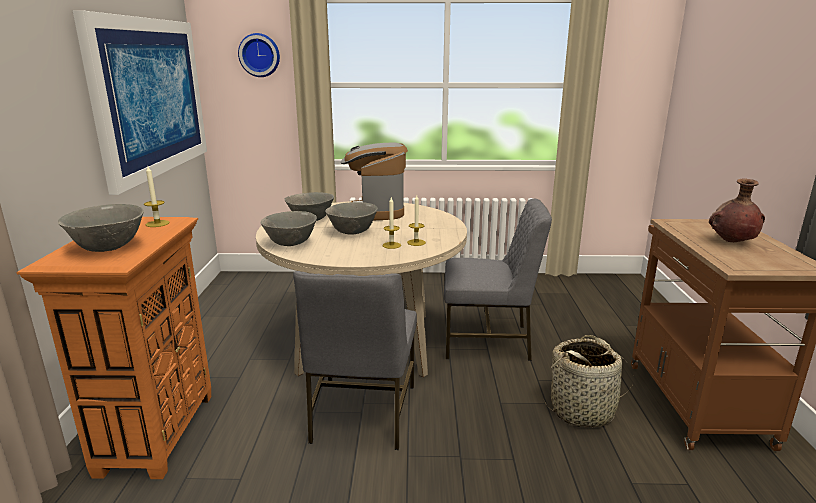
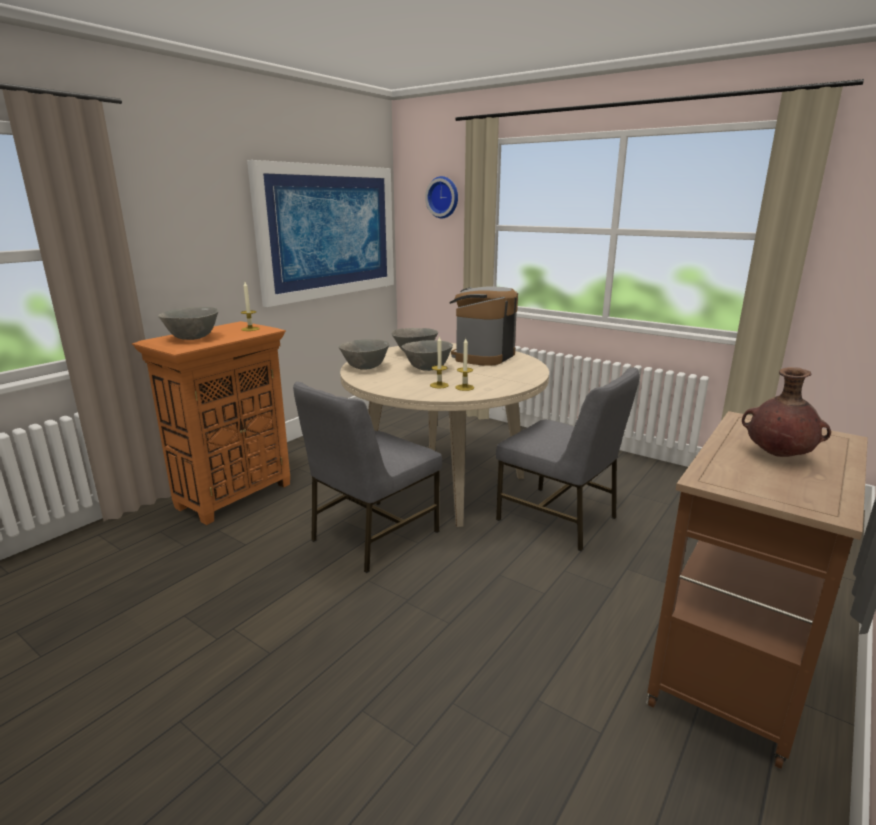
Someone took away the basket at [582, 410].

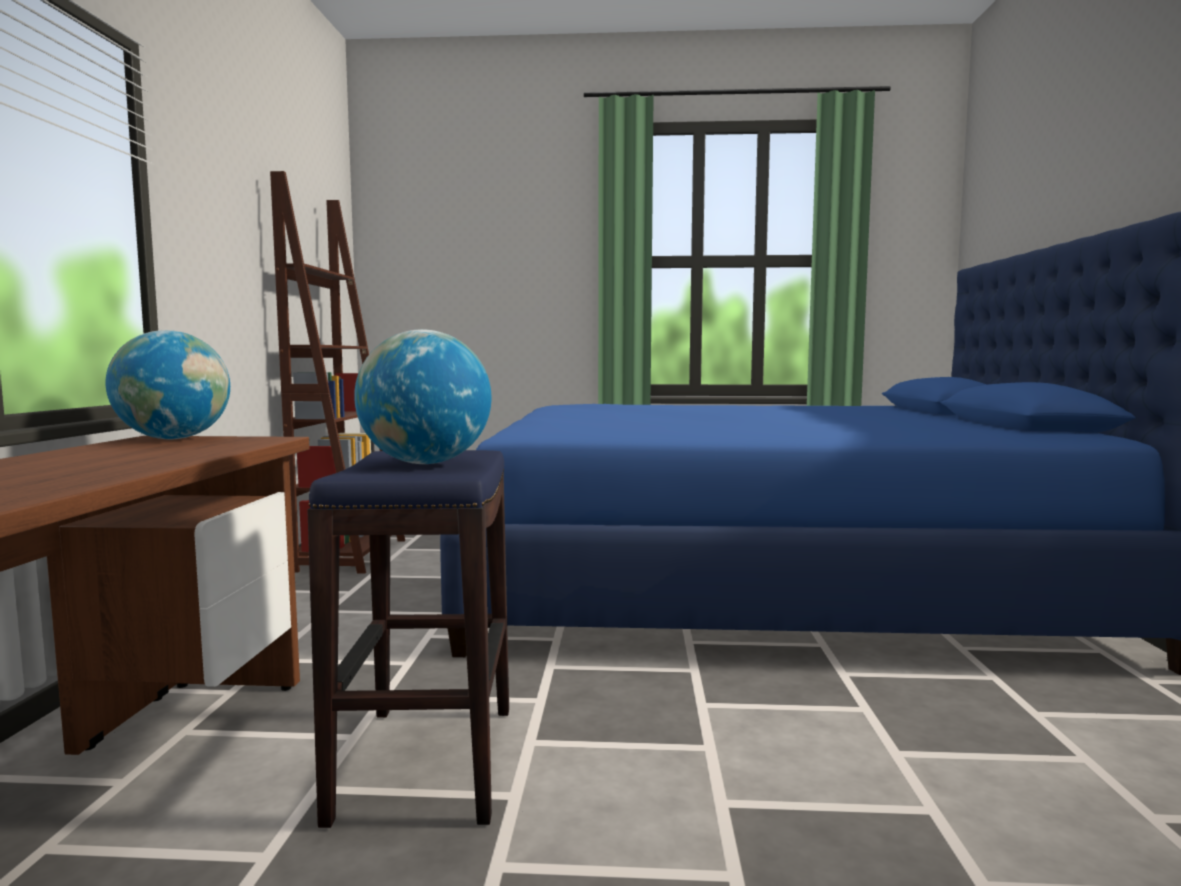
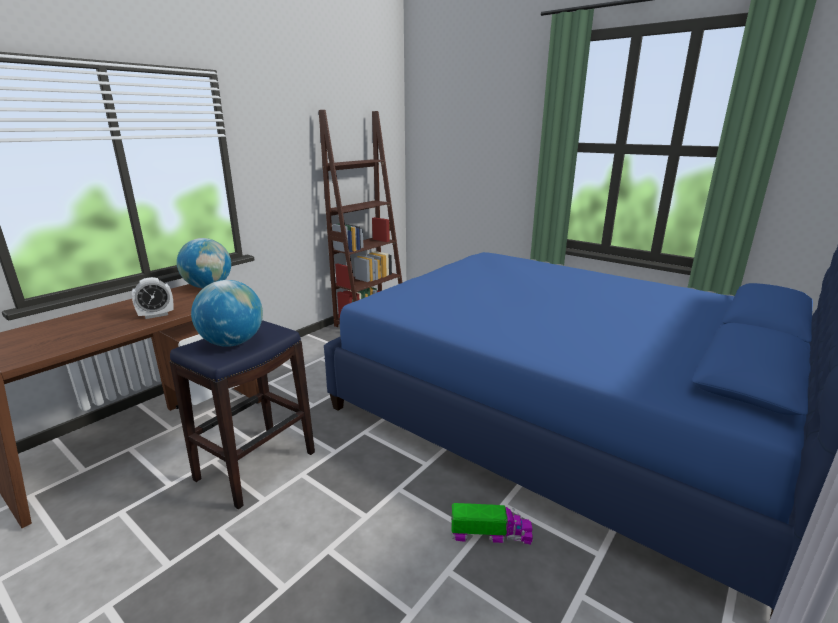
Someone put down the alarm clock at [156, 315].
Someone put down the toy truck at [490, 534].

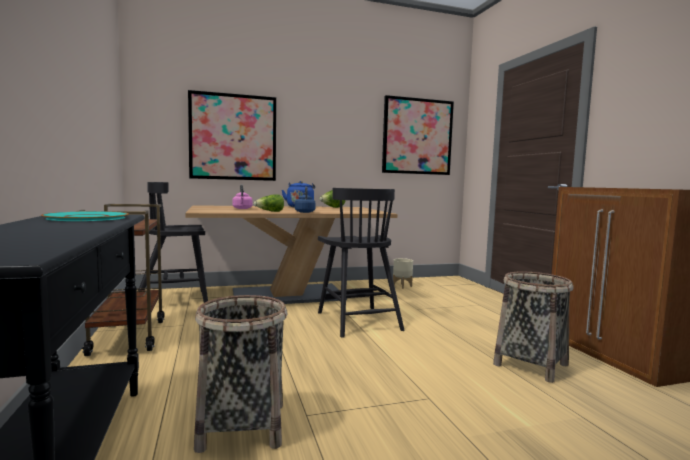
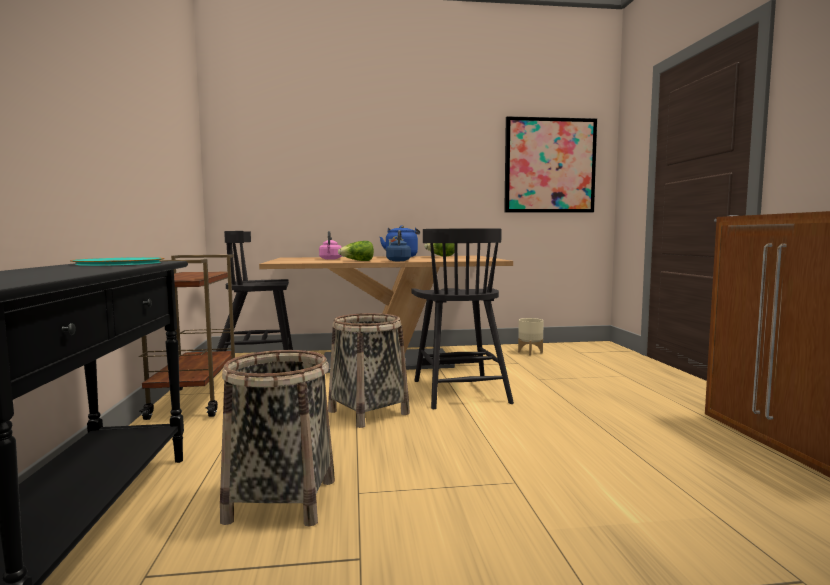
Someone carried the basket from [530, 364] to [368, 412].
Someone took away the picture at [233, 137].

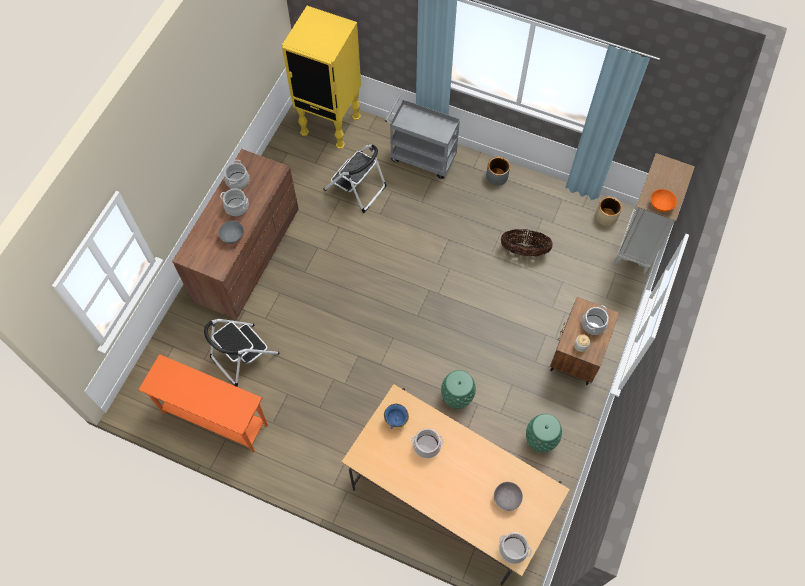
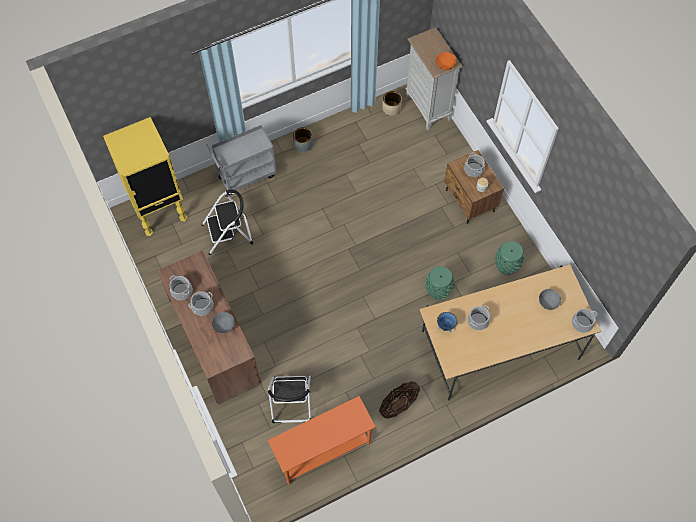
Someone carried the basket from [524, 250] to [398, 404].

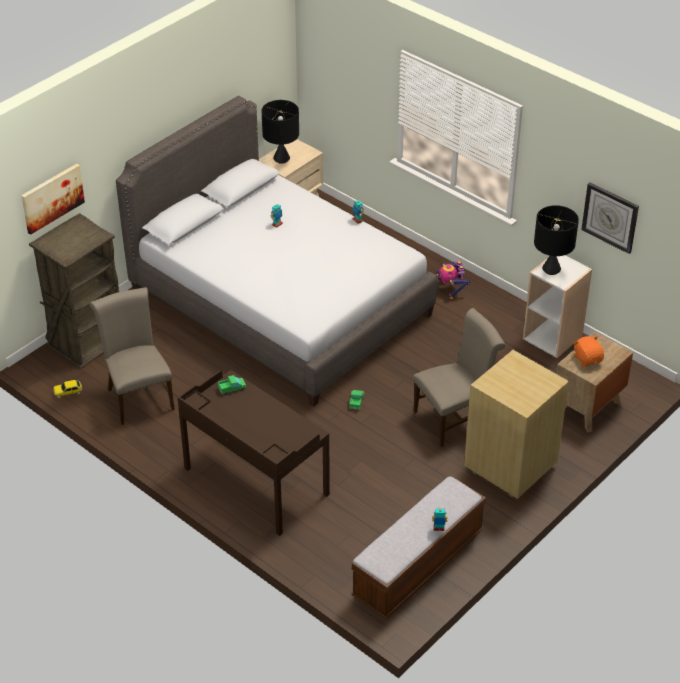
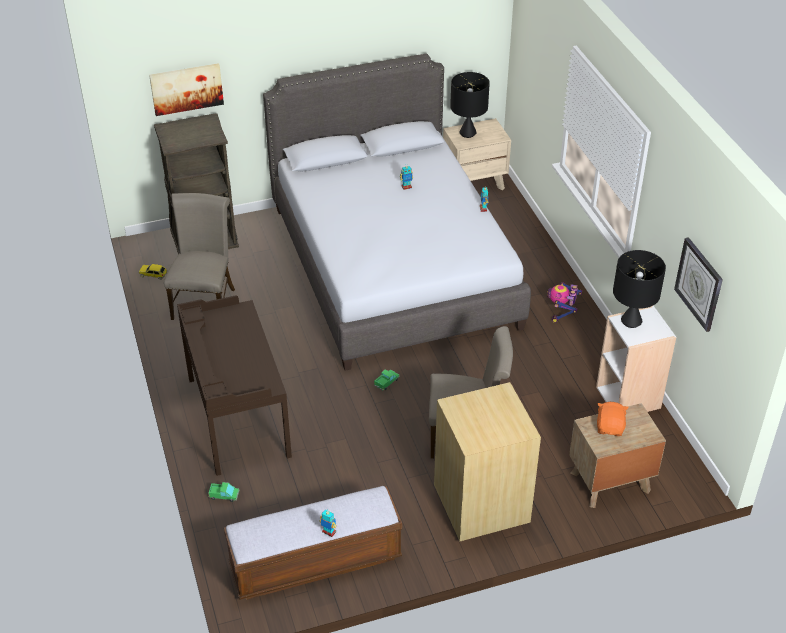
Someone carried the toy truck from [232, 388] to [224, 495].

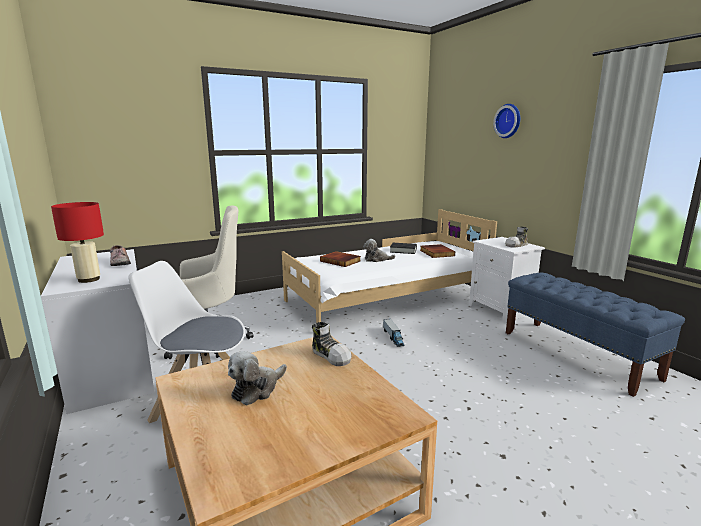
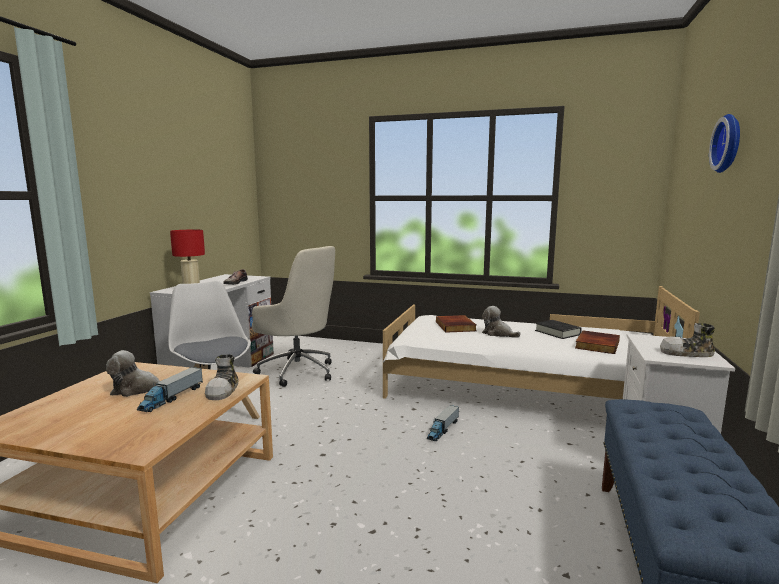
Someone put down the toy truck at [172, 398].

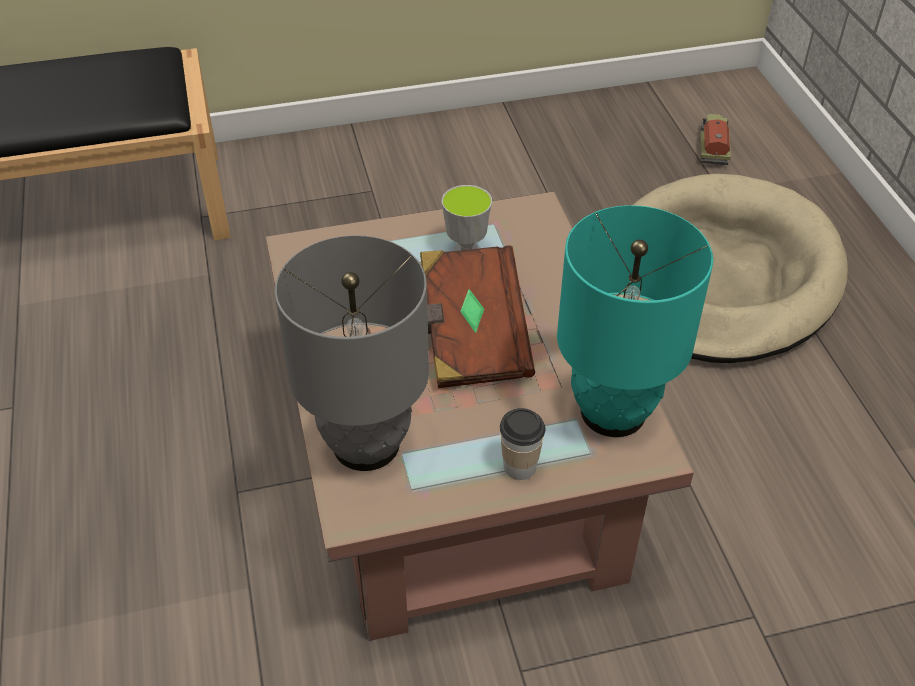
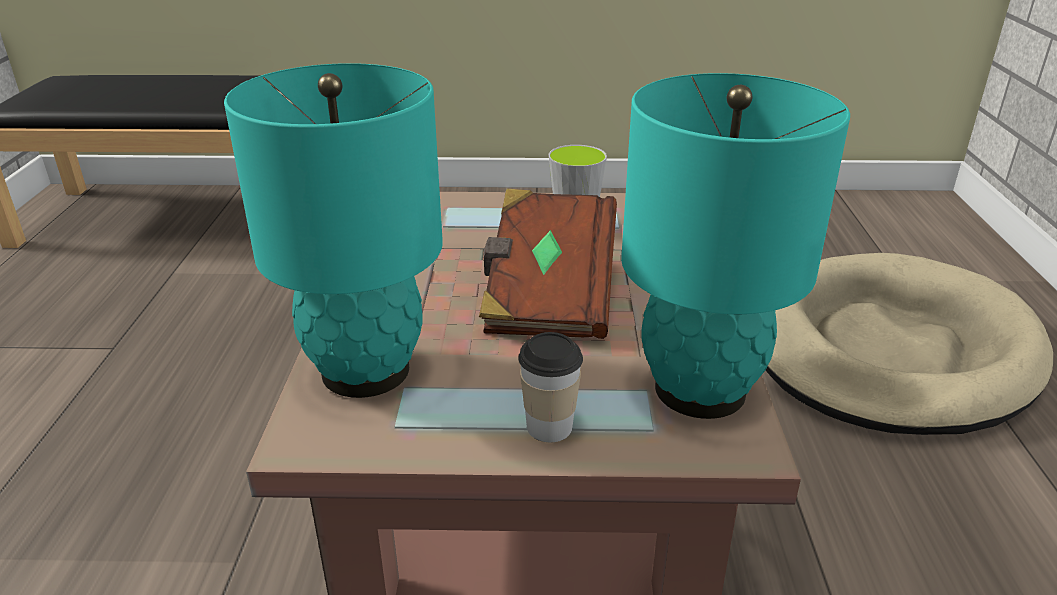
Someone repainted the grey table lamp at [365, 445], which became the turquoise table lamp at [365, 371].
Someone took away the toy truck at [712, 147].

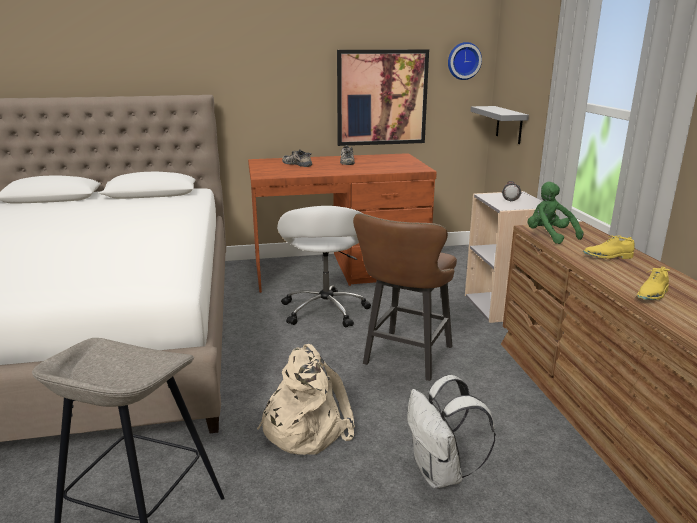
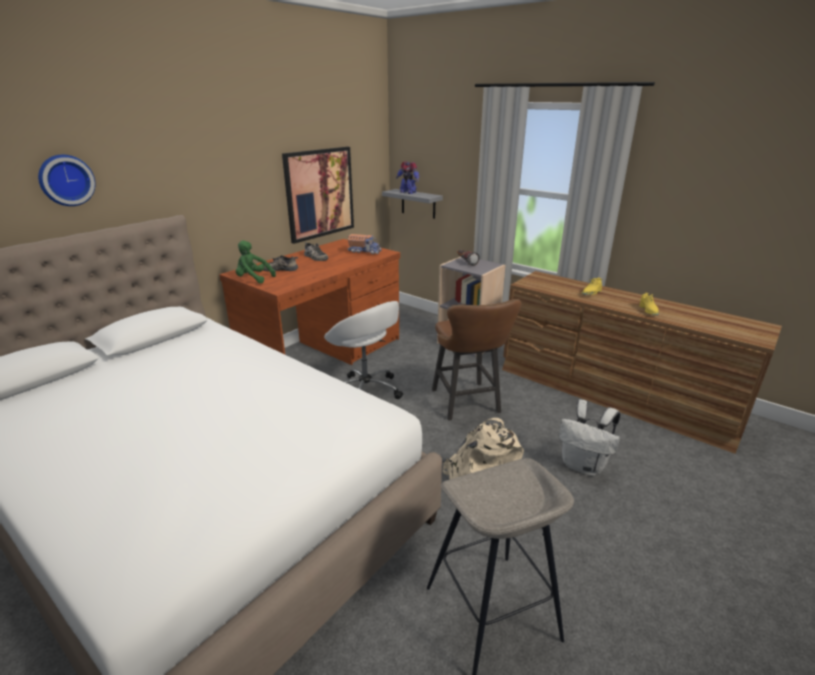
Someone carried the wall clock from [463, 61] to [66, 180].
Someone carried the green plush toy from [549, 236] to [253, 279].
Someone put down the toy truck at [364, 251].
Someone put down the toy robot at [408, 192].

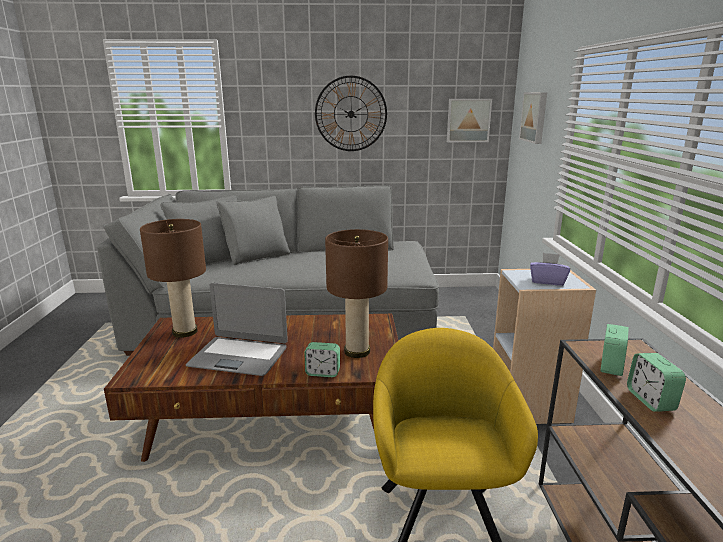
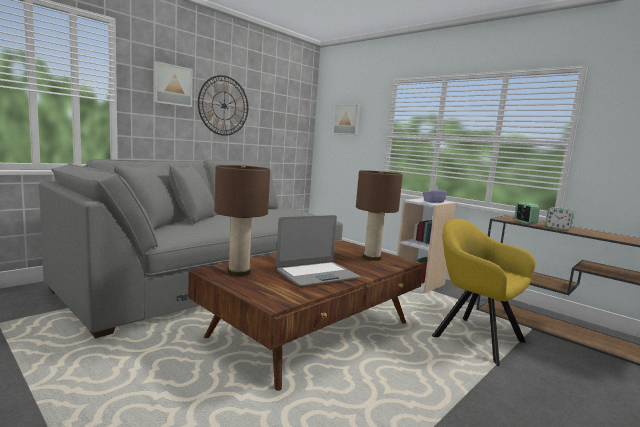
Someone carried the picture from [468, 120] to [172, 85].
Someone took away the alarm clock at [323, 372].

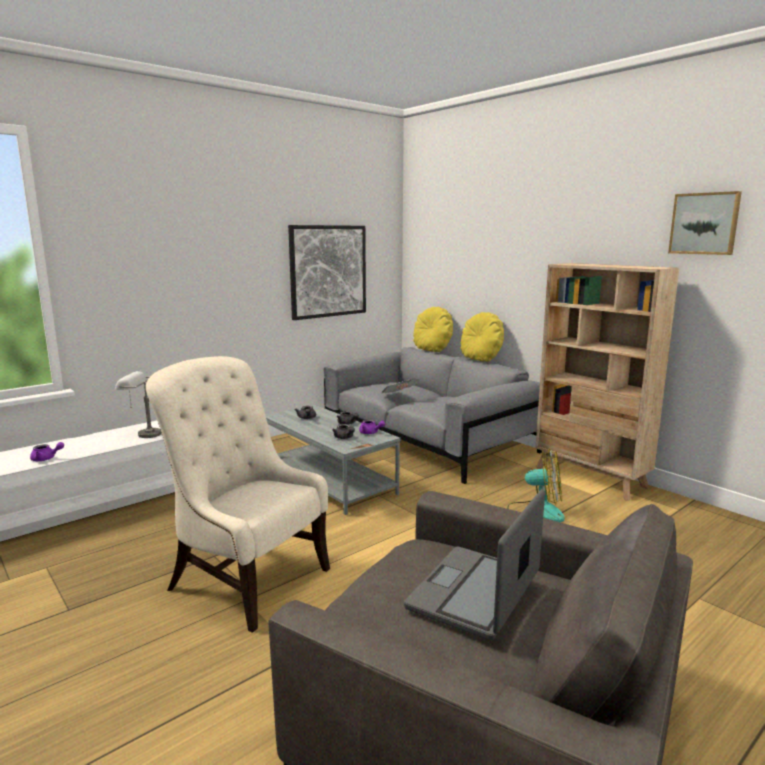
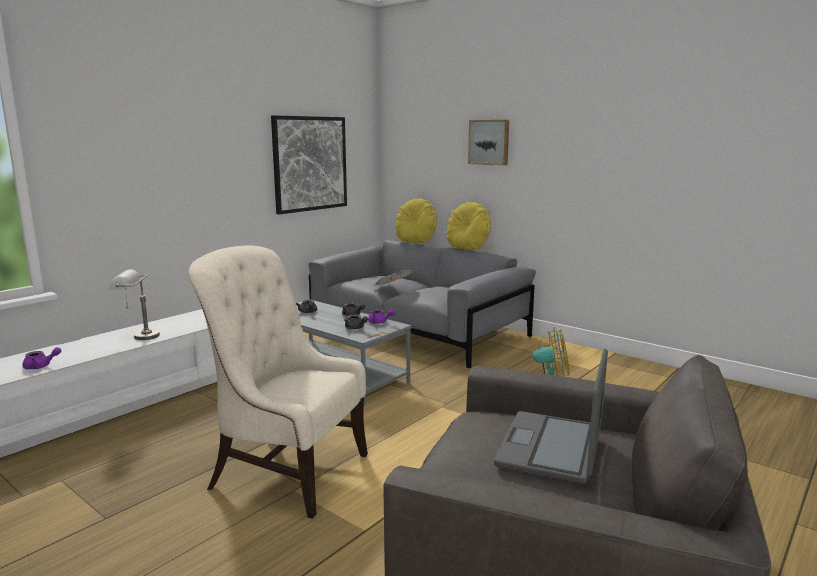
Someone carried the picture from [704, 223] to [489, 142].
Someone took away the beige bookcase at [590, 478].

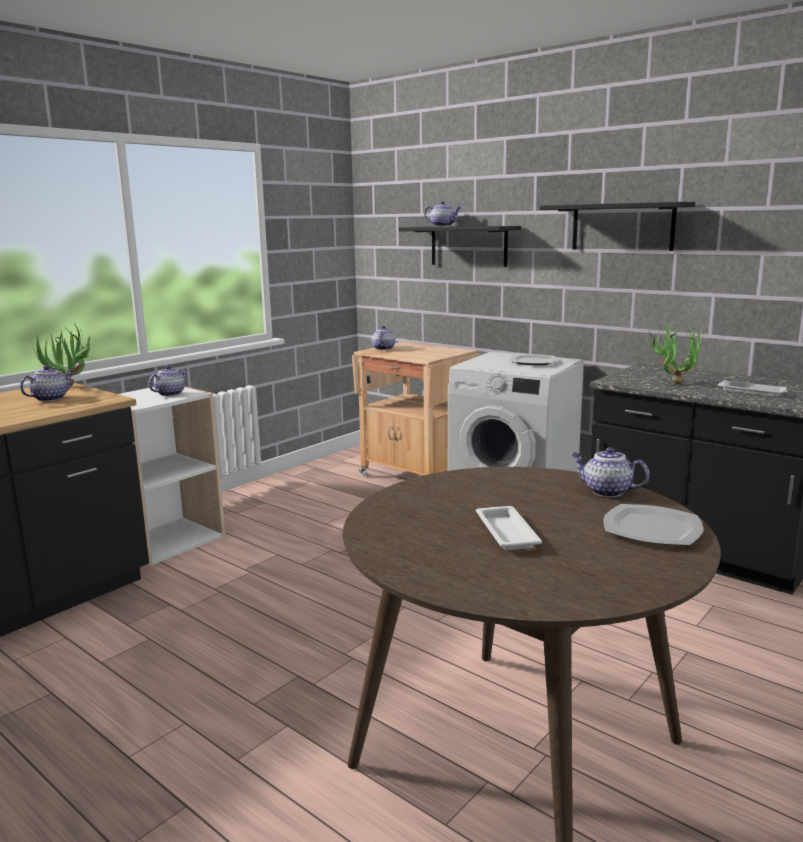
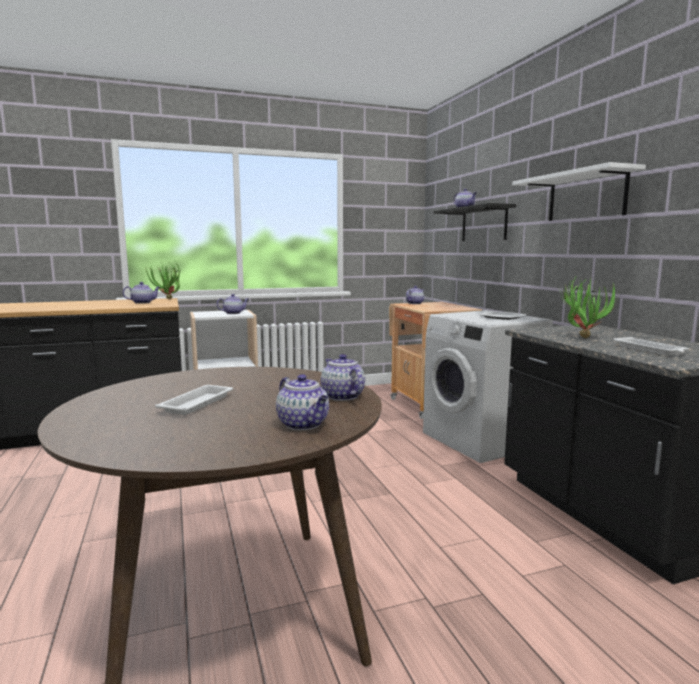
Someone swapped the plate at [653, 528] for the teapot at [304, 424].
Someone repainted the black shelf at [622, 227], which became the white shelf at [586, 196].

